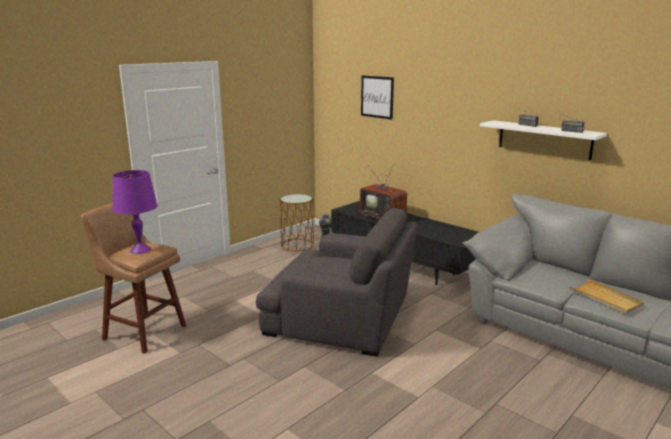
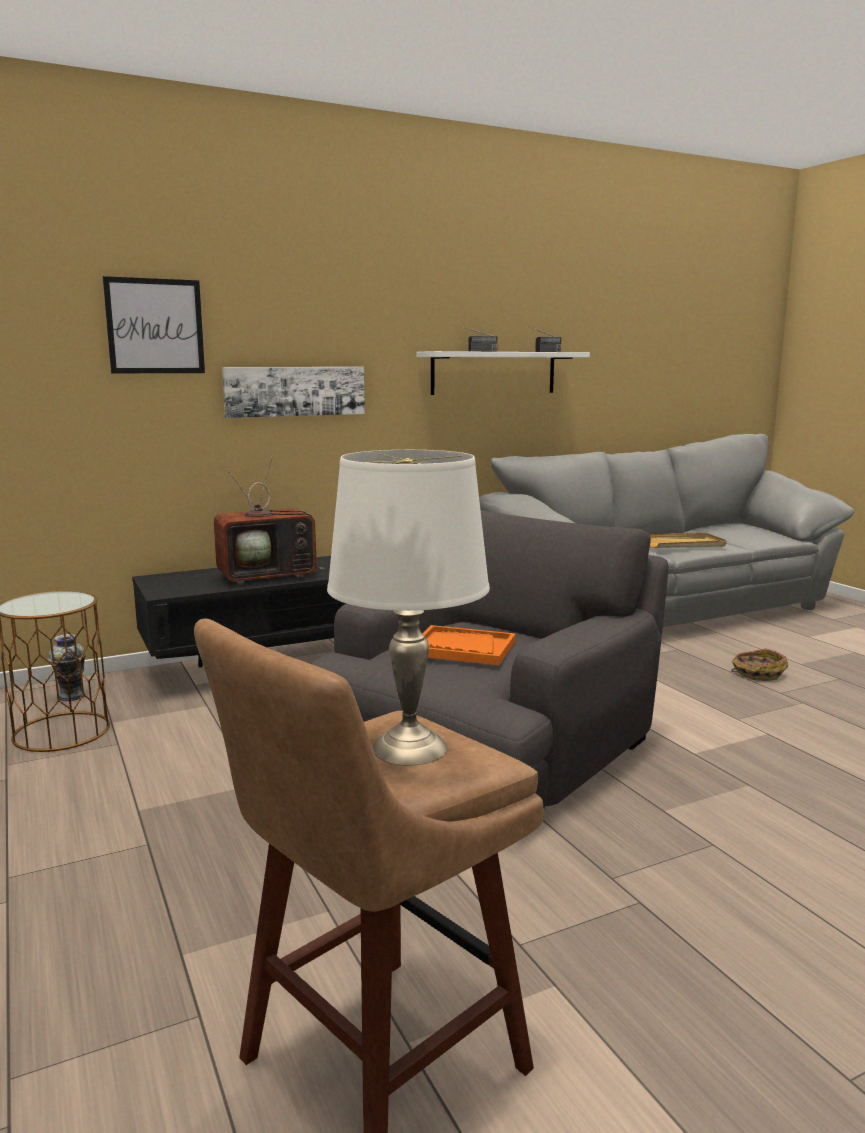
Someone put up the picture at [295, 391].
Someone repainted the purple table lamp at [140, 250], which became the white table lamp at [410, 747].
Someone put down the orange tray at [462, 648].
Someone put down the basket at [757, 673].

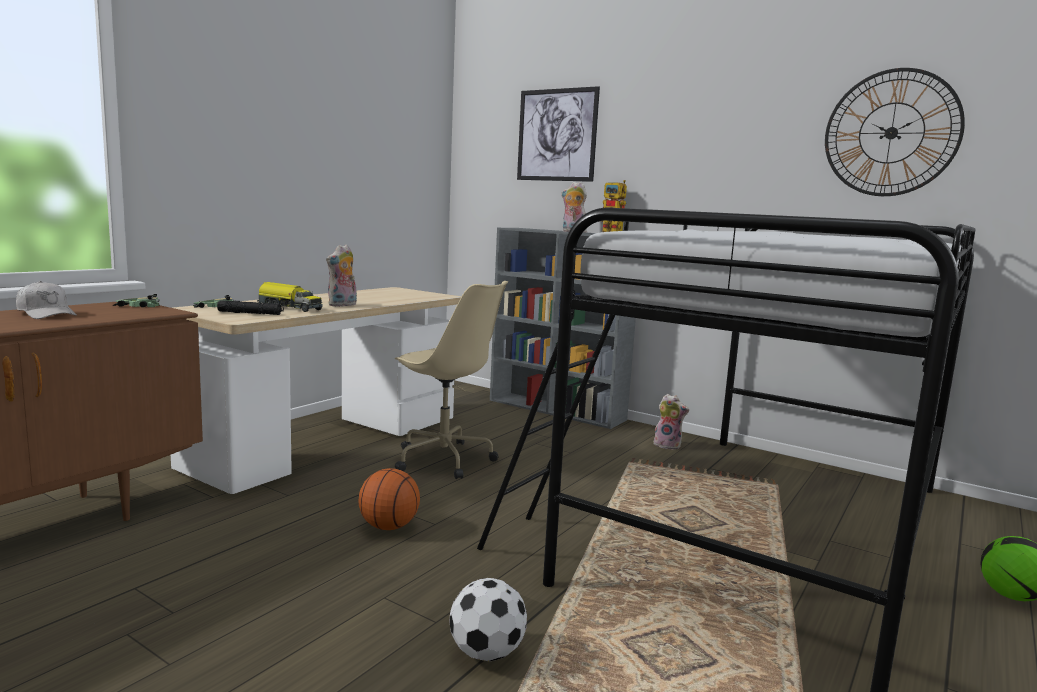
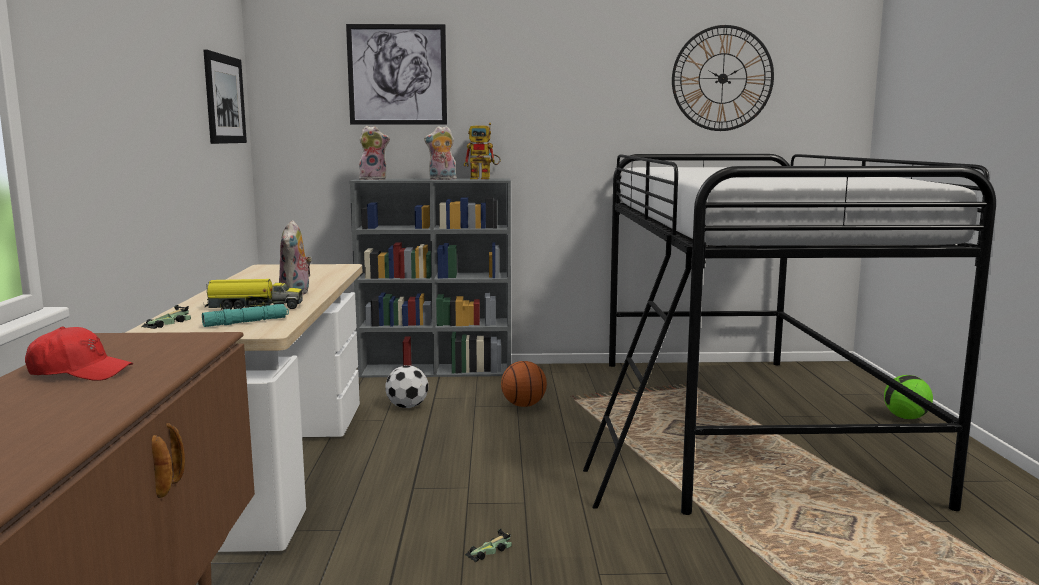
Someone repainted the white cap at [46, 314], which became the red cap at [79, 372].
Someone repainted the black flashlight at [250, 313], which became the turquoise flashlight at [246, 322].
Someone put up the picture at [224, 99].
Someone carried the plush toy from [668, 445] to [374, 179].
Someone carried the football from [487, 652] to [407, 406].
Someone carried the toy car from [138, 306] to [490, 550].
Someone carried the basketball from [388, 527] to [523, 405].
Someone took away the beige office chair at [446, 460].

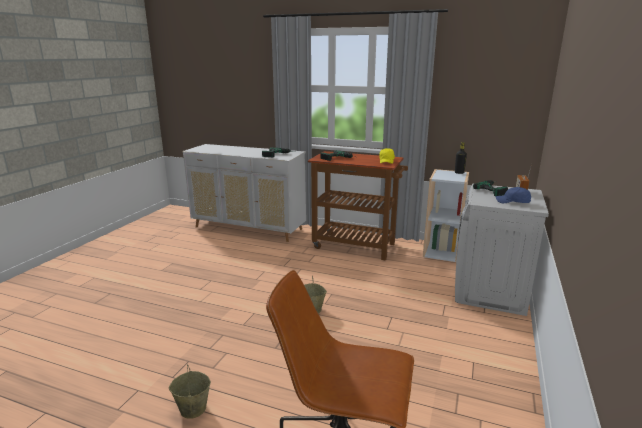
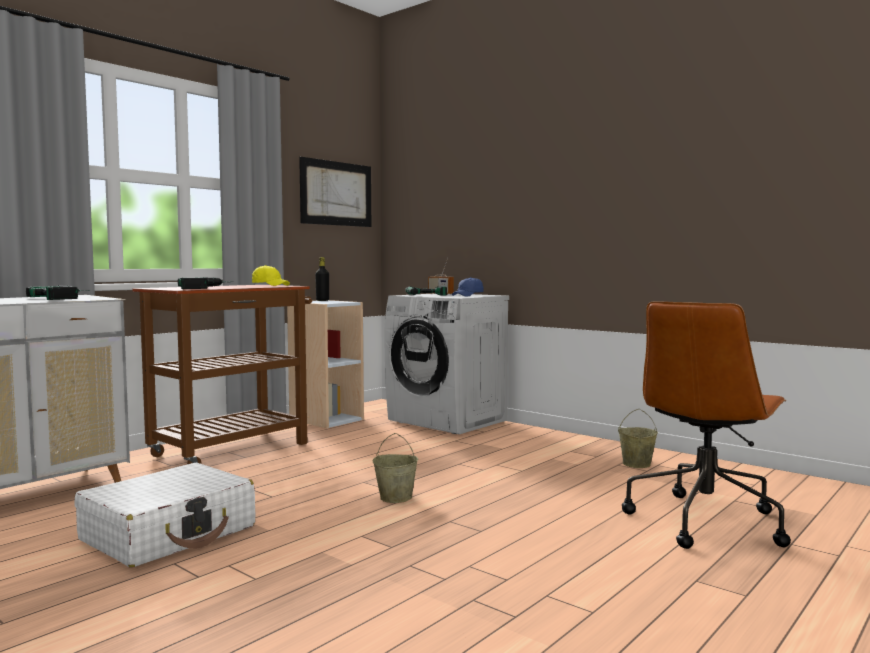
Someone put down the white suitcase at [169, 533].
Someone put up the picture at [336, 193].
Someone carried the beige bucket from [192, 409] to [636, 464].

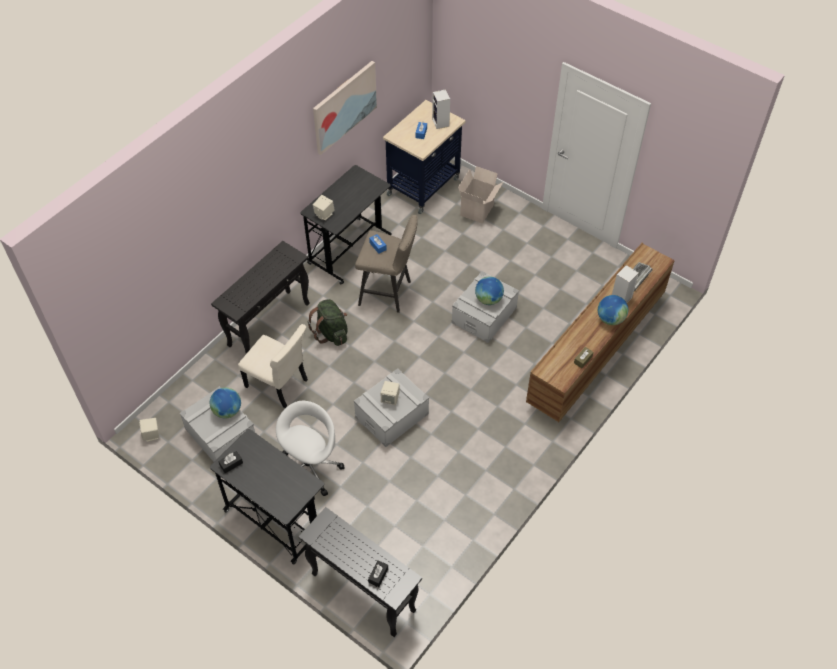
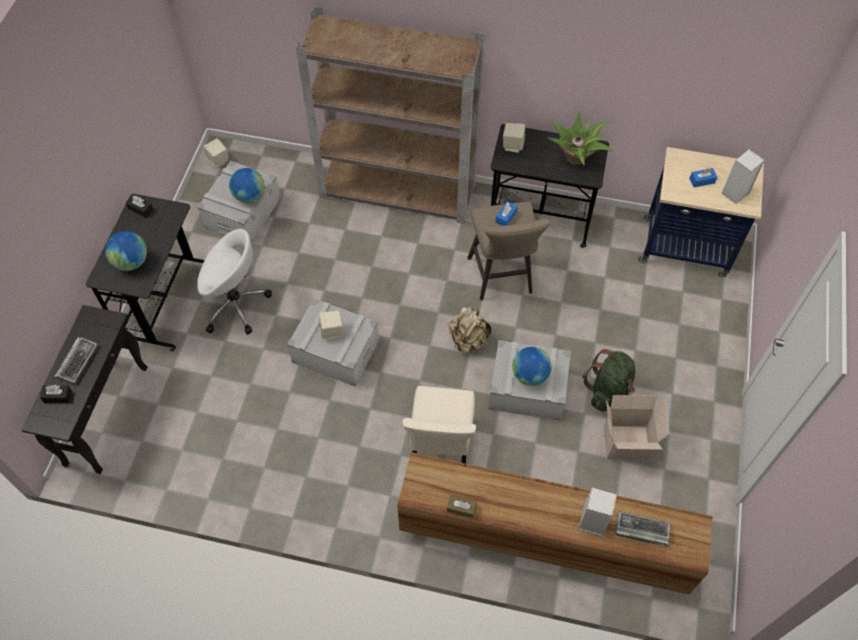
Someone put down the keyboard at [78, 362].
Someone carried the globe from [610, 319] to [132, 262].
Someone swapped the black console table at [269, 324] for the brown bookcase at [397, 191].
Someone carried the beige chair from [278, 385] to [440, 446].
Someone put down the beige backpack at [468, 340].
Someone put down the potted plant at [576, 157].
Someone carried the green backpack from [331, 333] to [608, 390].
Someone carried the cardboard box from [477, 211] to [625, 444].
Someone took away the picture at [344, 106].

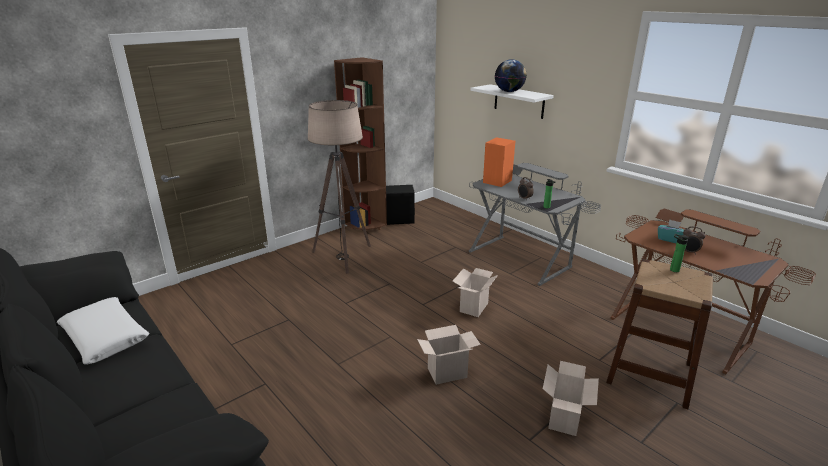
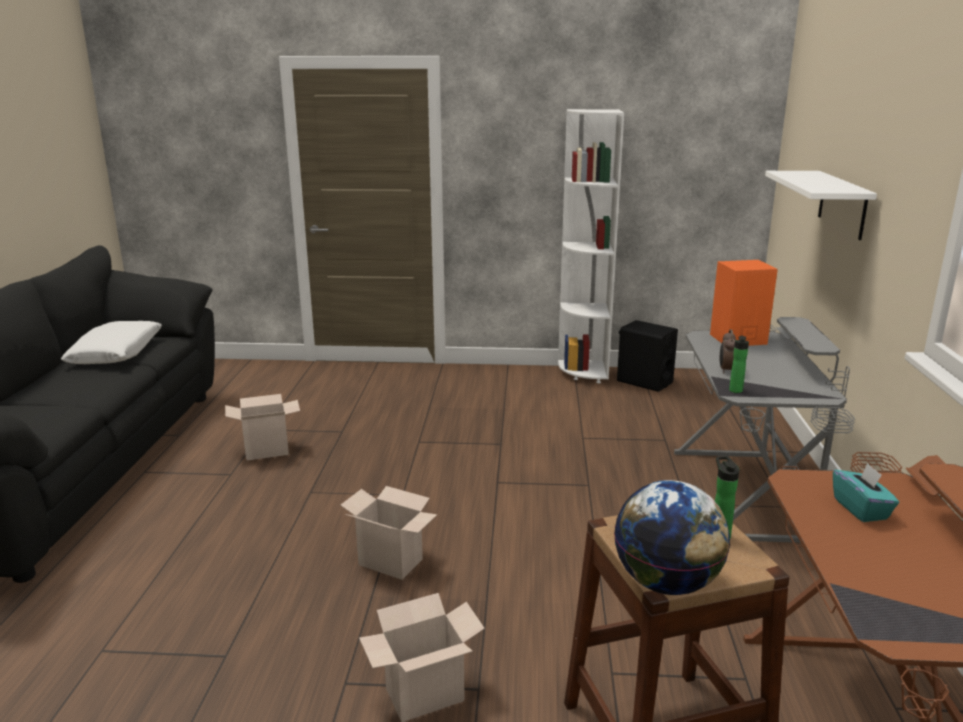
Someone carried the cardboard box from [473, 306] to [268, 450].
Someone repainted the brown bookcase at [366, 228], which became the white bookcase at [584, 375].
Someone carried the globe from [509, 91] to [667, 583].
Someone took away the floor lamp at [343, 256].
Someone took away the alarm clock at [689, 252].

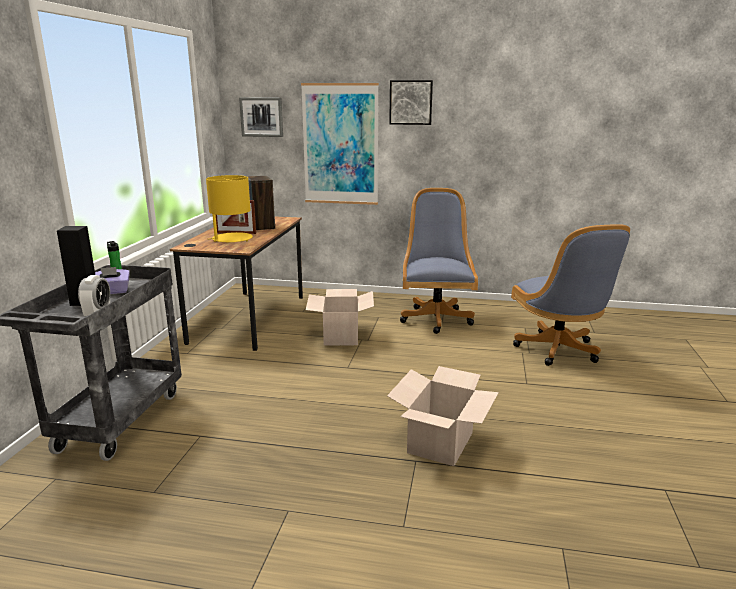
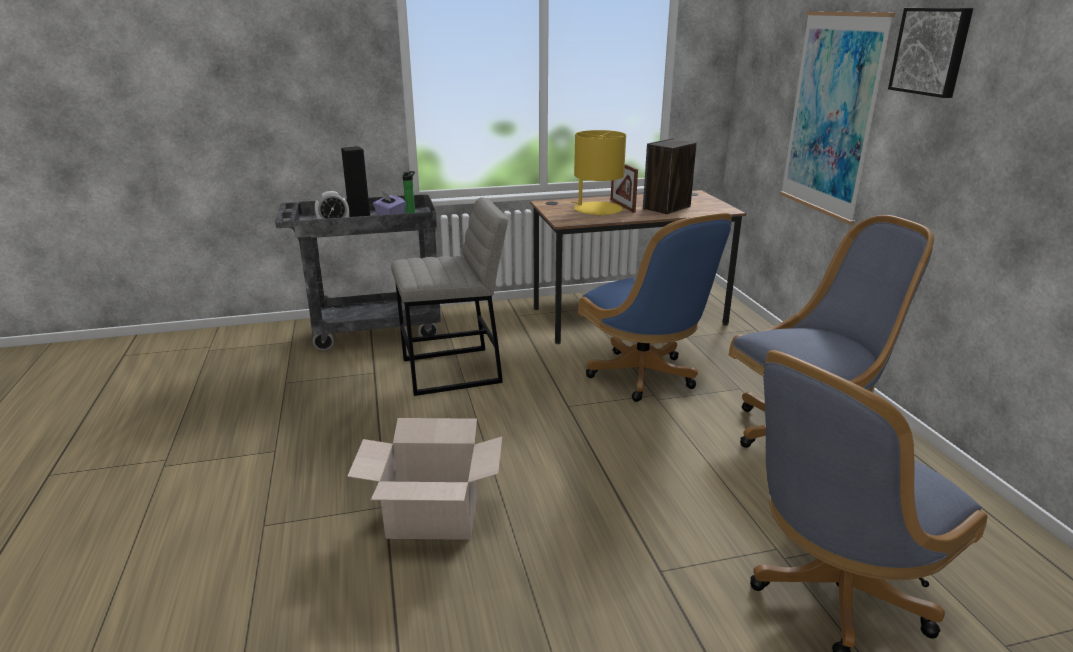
Someone put down the grey chair at [454, 370].
Someone swapped the cardboard box at [341, 336] for the blue office chair at [647, 380].
Someone took away the picture at [261, 117].

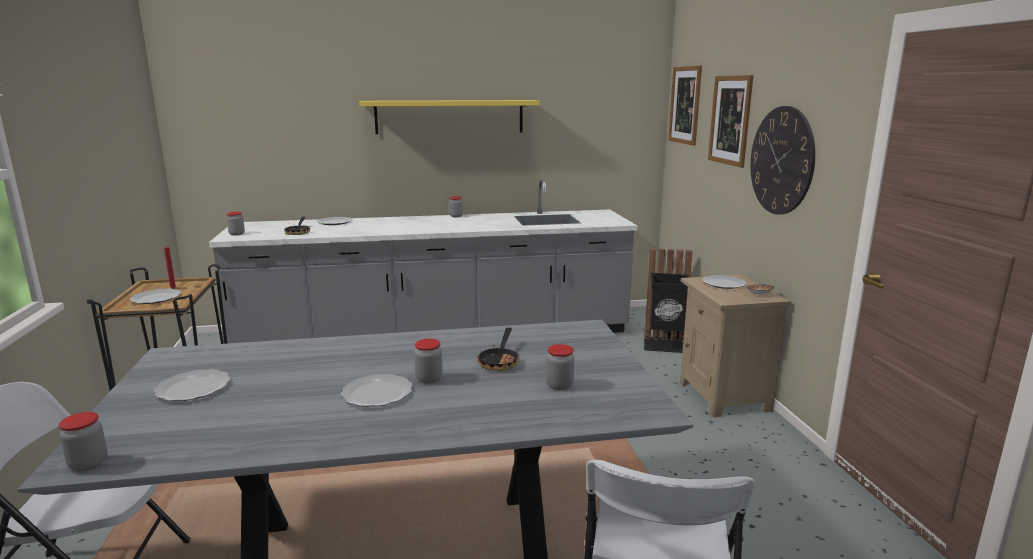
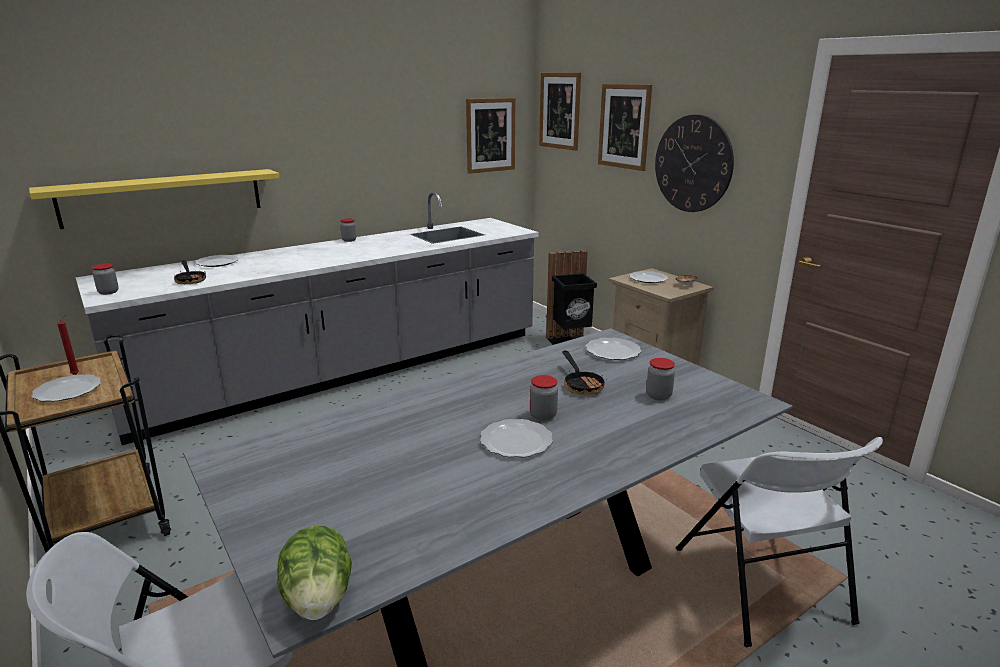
Someone carried the yellow shelf from [449, 116] to [163, 197].
Someone swapped the jar at [88, 464] for the lettuce at [318, 599].
Someone put up the picture at [490, 135].
Someone carried the plate from [192, 388] to [613, 351].

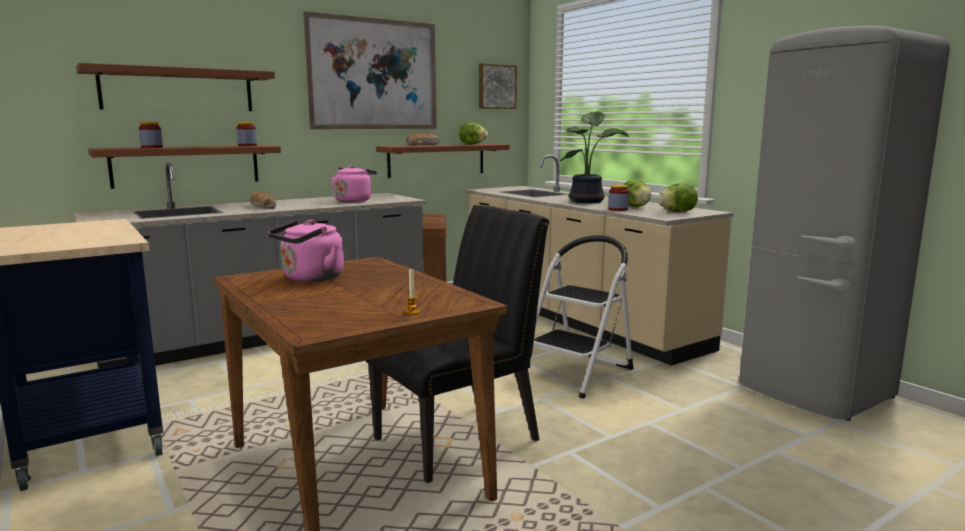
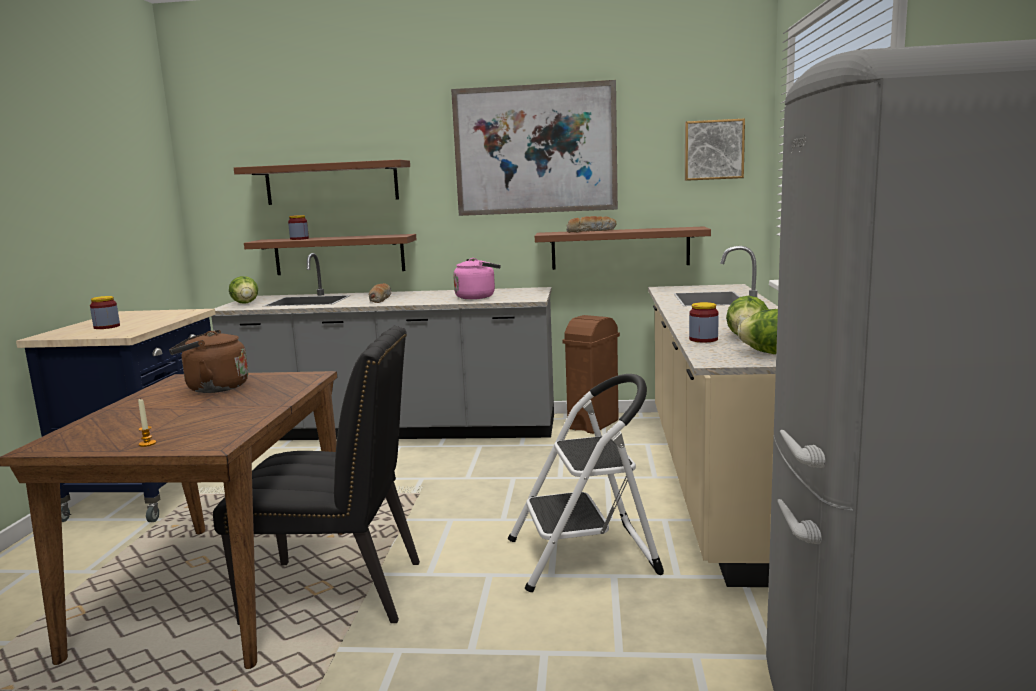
Someone carried the jar from [247, 145] to [107, 327].
Someone repainted the pink kettle at [310, 278], which became the brown kettle at [213, 388].
Someone carried the lettuce from [472, 144] to [245, 303].
Someone took away the potted plant at [588, 201].

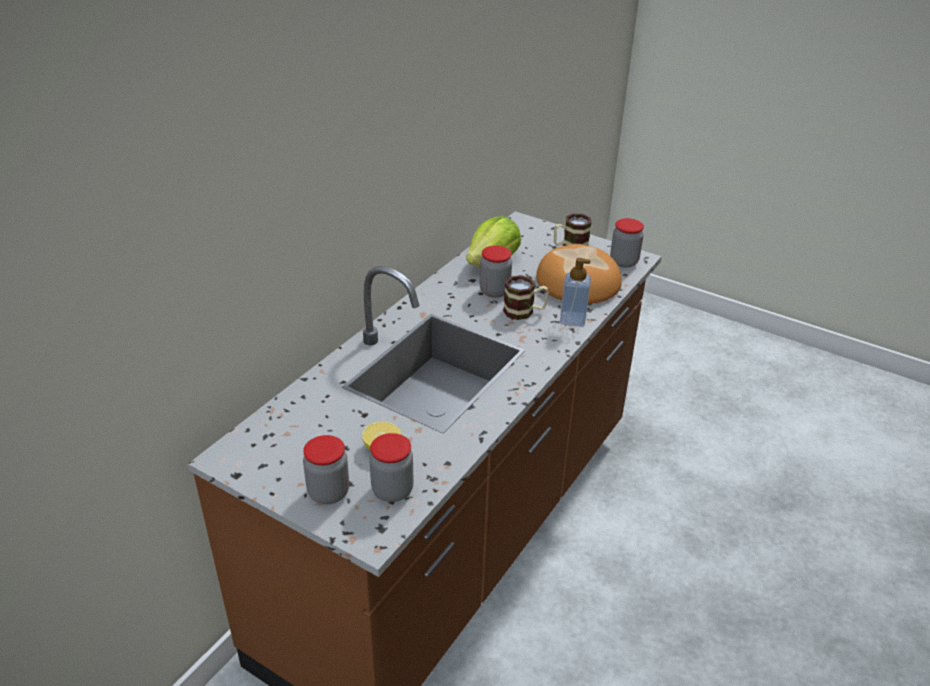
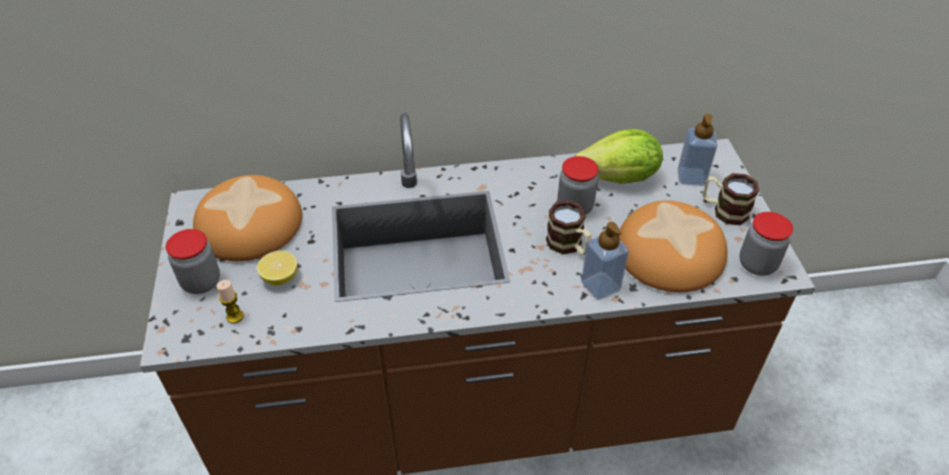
Someone put down the bread at [250, 223].
Someone swapped the jar at [392, 490] for the candle at [235, 316].
Someone put down the soap dispenser at [691, 177].

